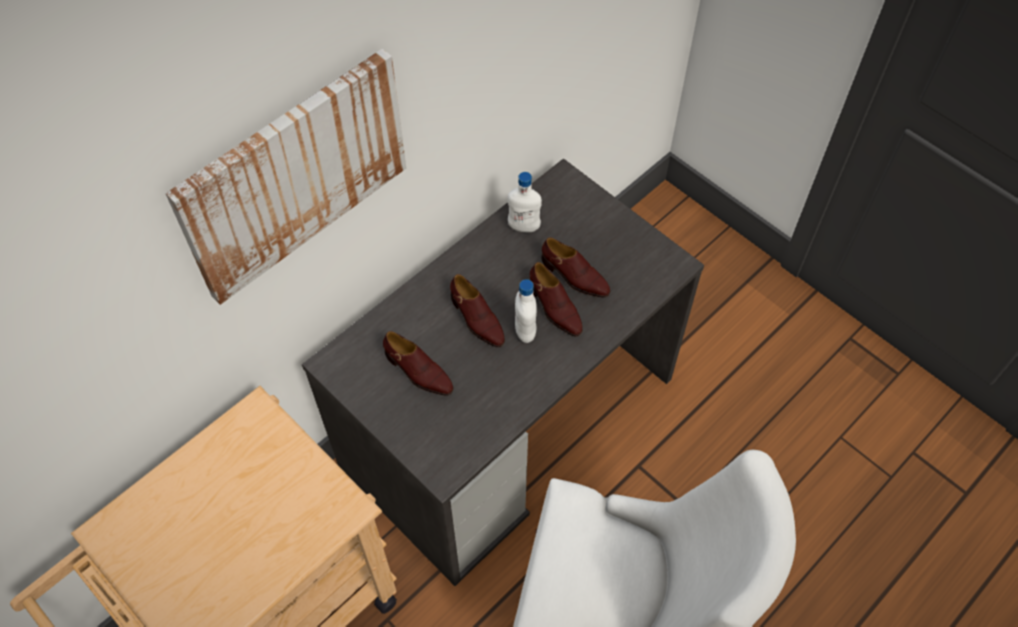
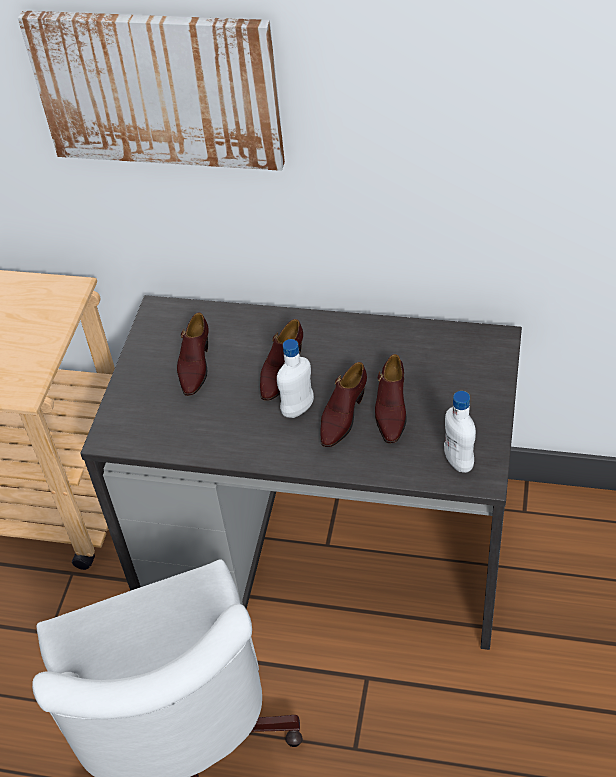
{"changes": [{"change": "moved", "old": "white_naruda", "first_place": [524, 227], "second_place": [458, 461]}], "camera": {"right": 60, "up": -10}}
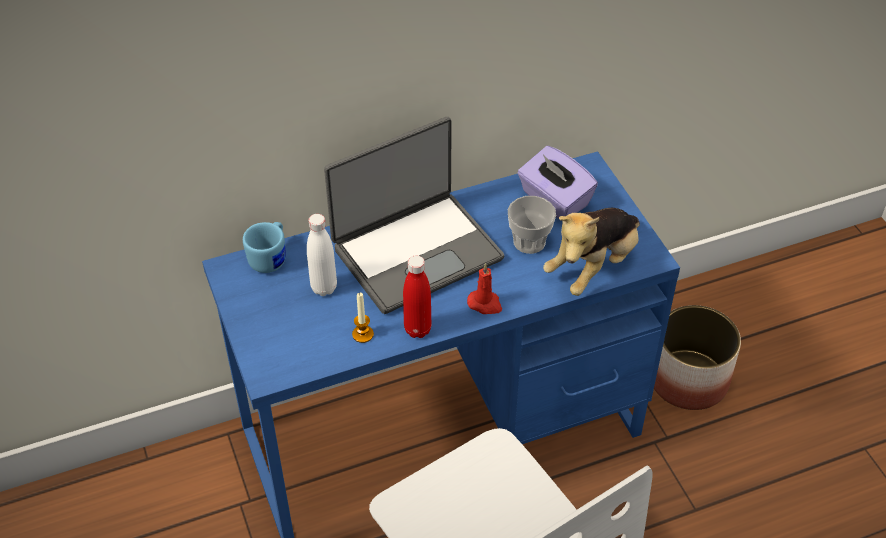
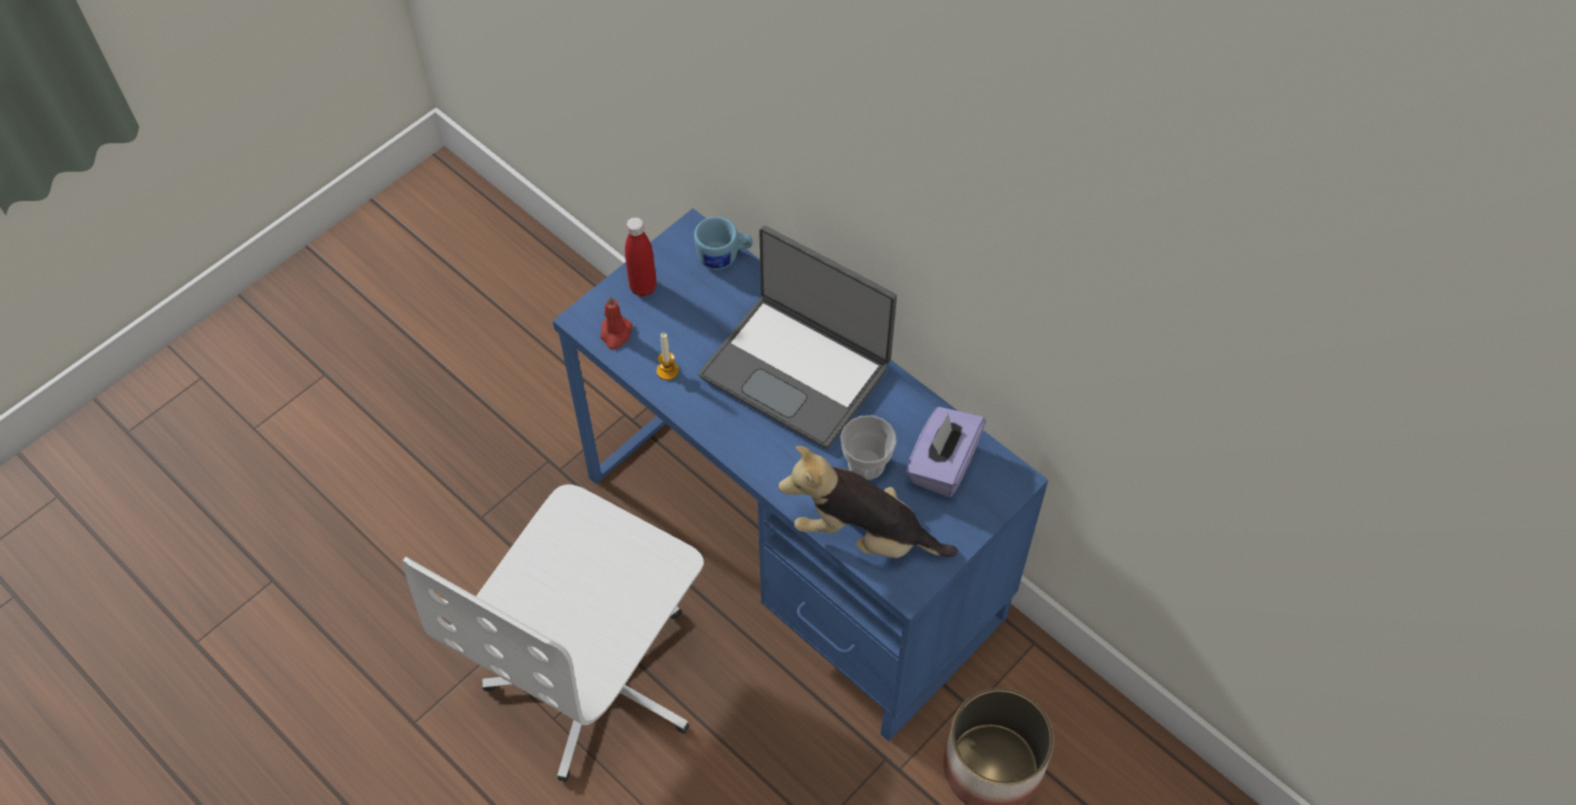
{"changes": [{"change": "removed", "old": "white_naruda", "first_place": [324, 288]}, {"change": "moved", "old": "red_naruda", "first_place": [417, 329], "second_place": [643, 287]}, {"change": "moved", "old": "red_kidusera", "first_place": [485, 304], "second_place": [615, 334]}], "camera": {"right": 65, "up": 10}}
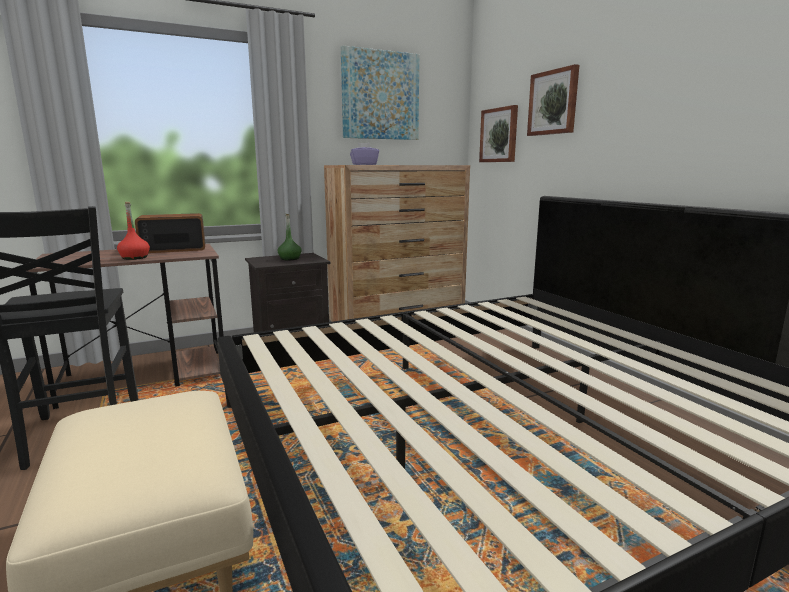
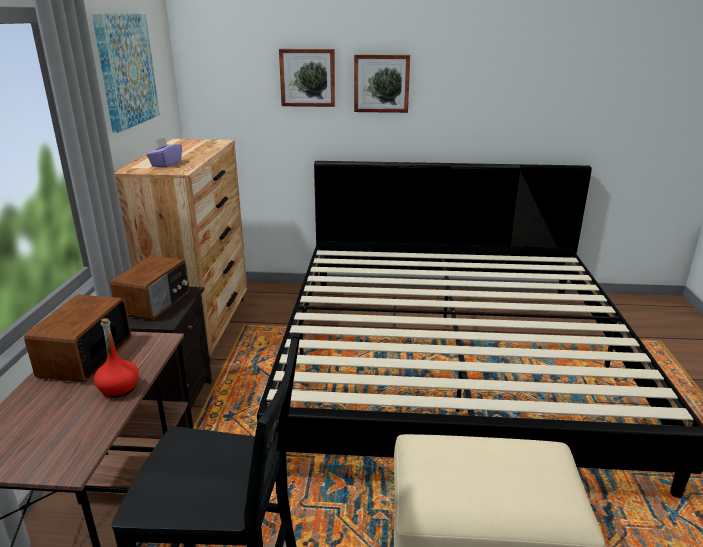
{"changes": [{"change": "moved", "old": "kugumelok", "first_place": [499, 135], "second_place": [381, 83]}, {"change": "replaced", "old": "green_naruda", "new": "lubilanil", "first_place": [290, 259], "second_place": [155, 303]}], "camera": {"right": -60, "up": 10}}
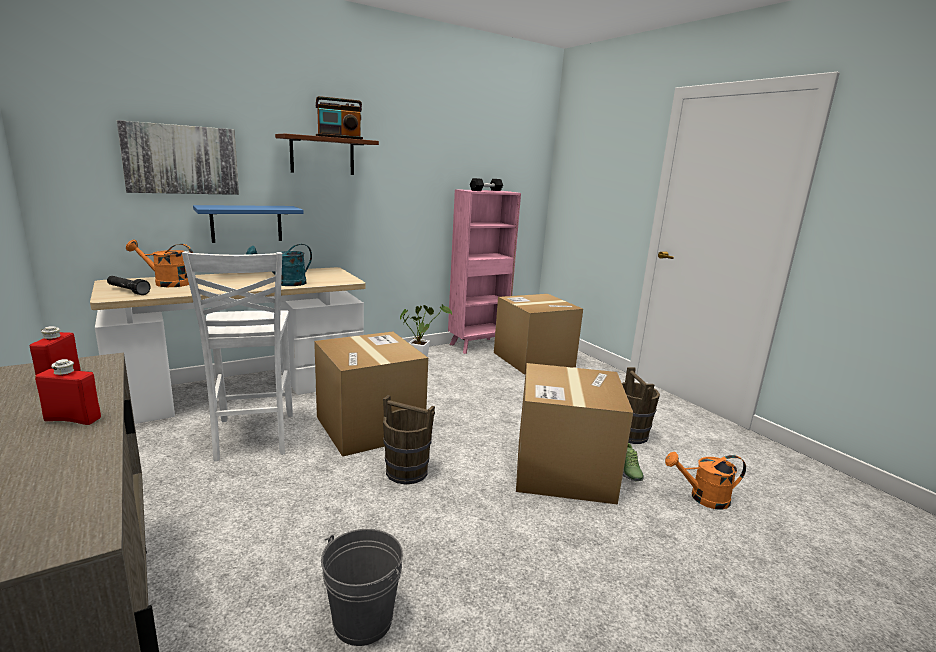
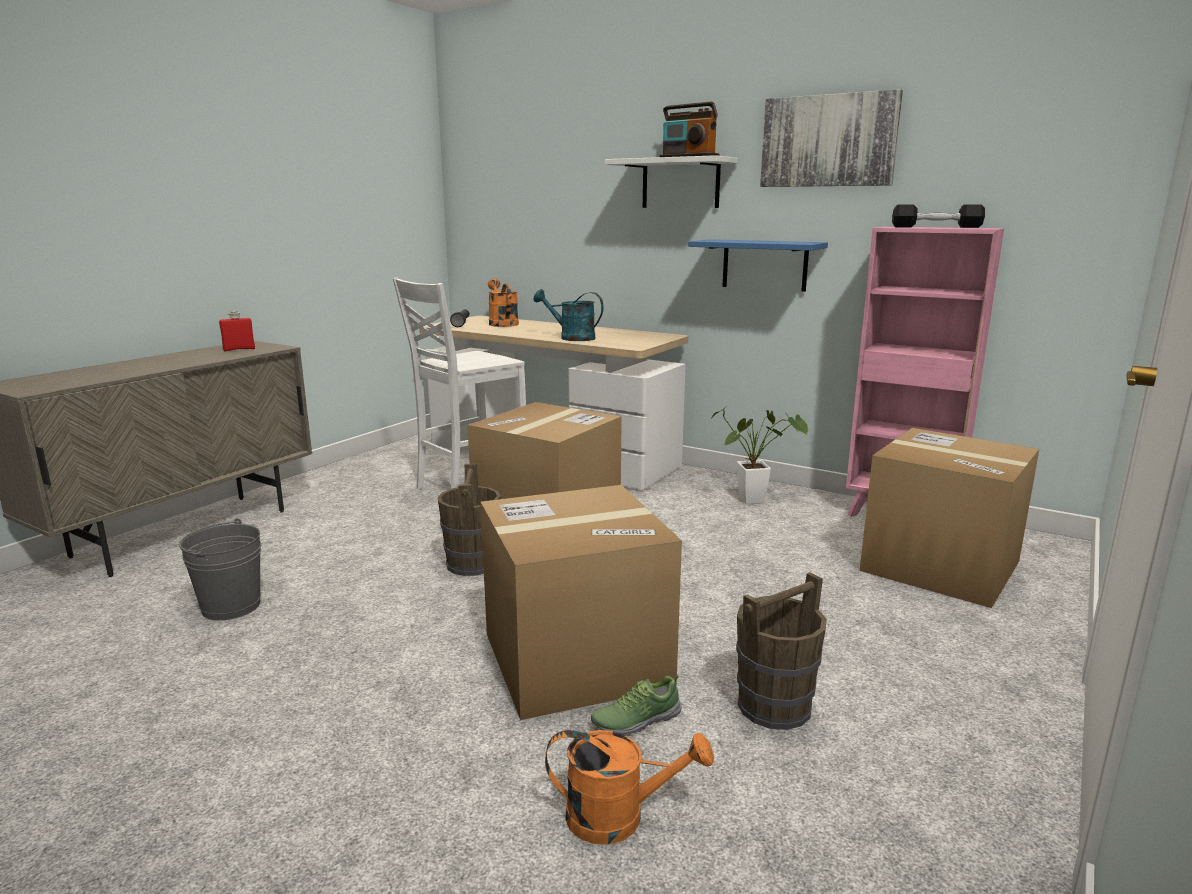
{"changes": [{"change": "removed", "old": "red_naruda", "first_place": [73, 419]}, {"change": "moved", "old": "kugumelok", "first_place": [181, 159], "second_place": [828, 141]}, {"change": "moved", "old": "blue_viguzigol", "first_place": [246, 223], "second_place": [764, 265]}, {"change": "recoloured", "old": "brown_viguzigol", "new": "white_viguzigol", "first_place": [322, 155], "second_place": [680, 184]}, {"change": "turned", "old": "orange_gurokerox", "first_place": [702, 498], "second_place": [619, 817], "degrees": 120}], "camera": {"right": 65, "up": 0}}
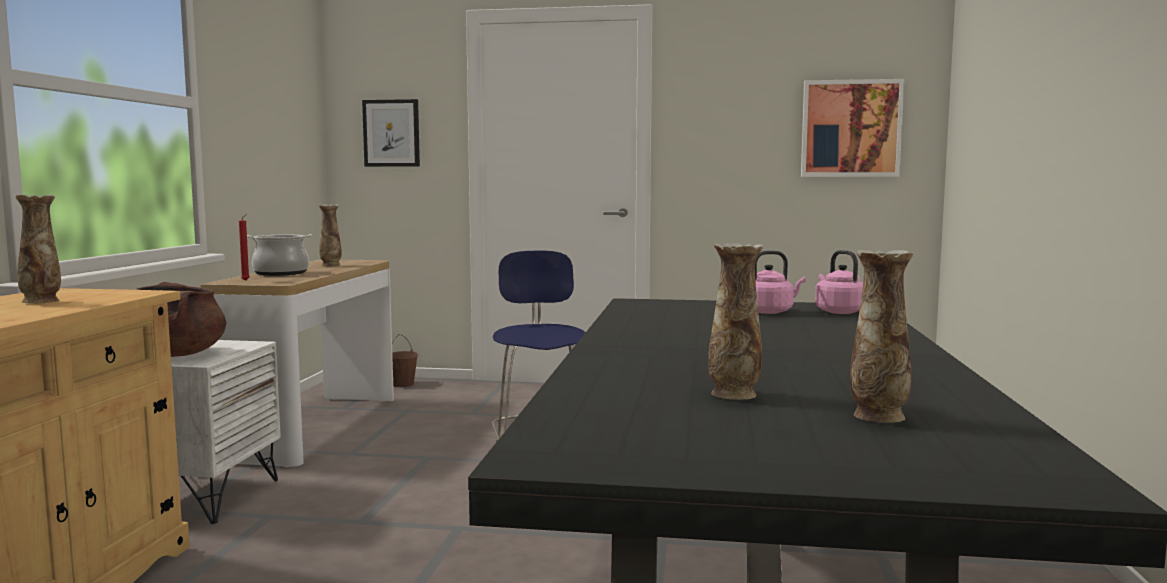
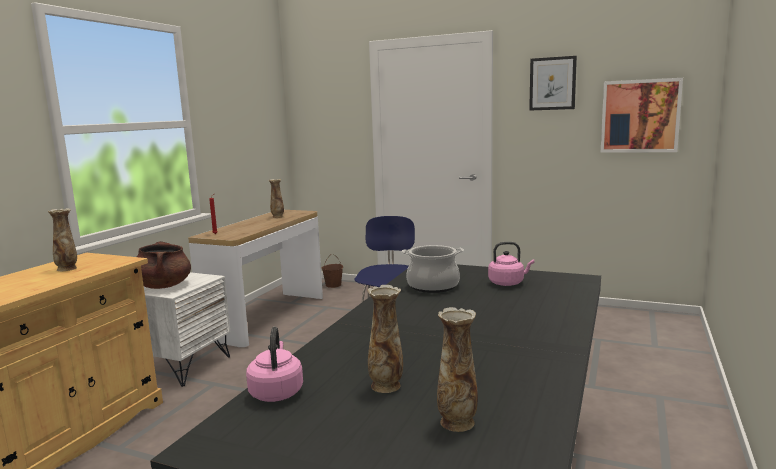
{"changes": [{"change": "moved", "old": "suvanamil", "first_place": [281, 273], "second_place": [433, 286]}, {"change": "moved", "old": "kugumelok", "first_place": [391, 133], "second_place": [552, 83]}, {"change": "moved", "old": "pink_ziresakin", "first_place": [838, 311], "second_place": [276, 392]}], "camera": {"right": 15, "up": 5}}
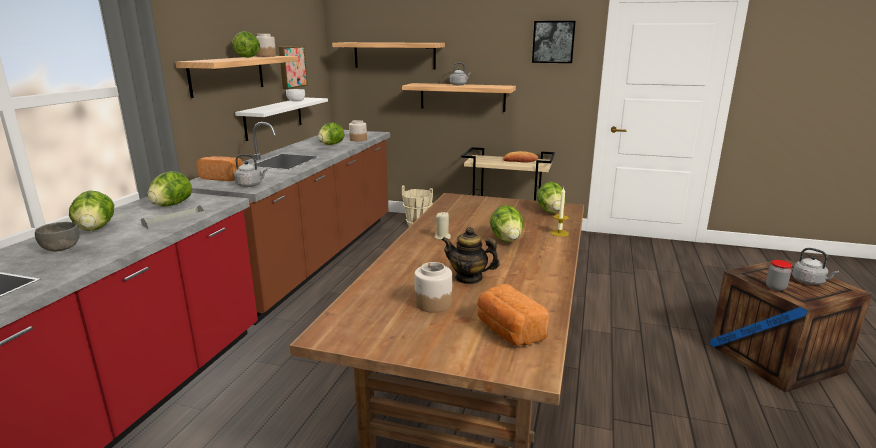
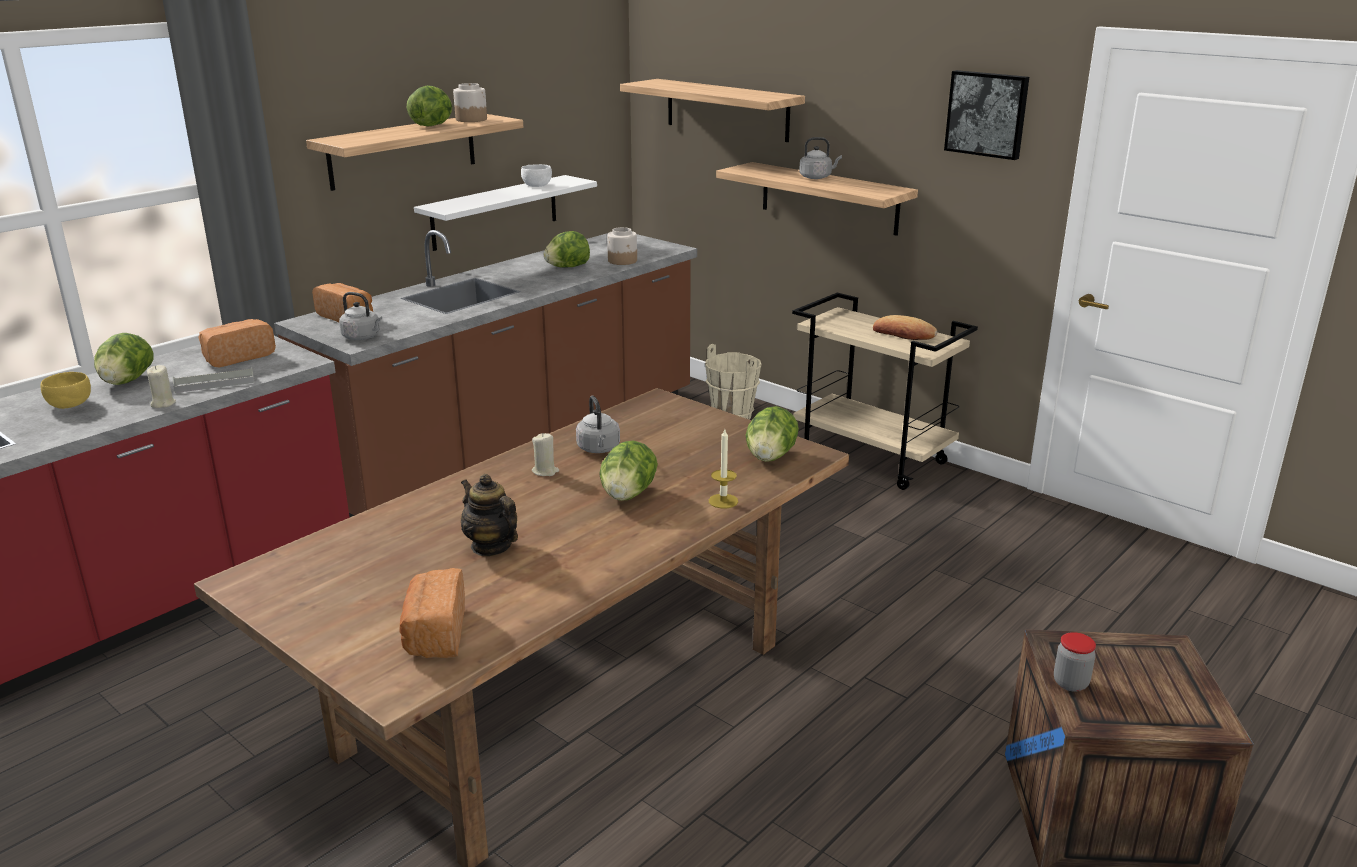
{"changes": [{"change": "removed", "old": "kugumelok", "first_place": [291, 67]}, {"change": "removed", "old": "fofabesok", "first_place": [433, 303]}, {"change": "added", "new": "beige_kidusera", "second_place": [163, 403]}, {"change": "moved", "old": "grey_ziresakin", "first_place": [809, 282], "second_place": [599, 449]}, {"change": "replaced", "old": "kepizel", "new": "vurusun", "first_place": [171, 205], "second_place": [237, 357]}, {"change": "recoloured", "old": "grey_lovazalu", "new": "yellow_lovazalu", "first_place": [61, 248], "second_place": [70, 404]}], "camera": {"right": 25, "up": 5}}
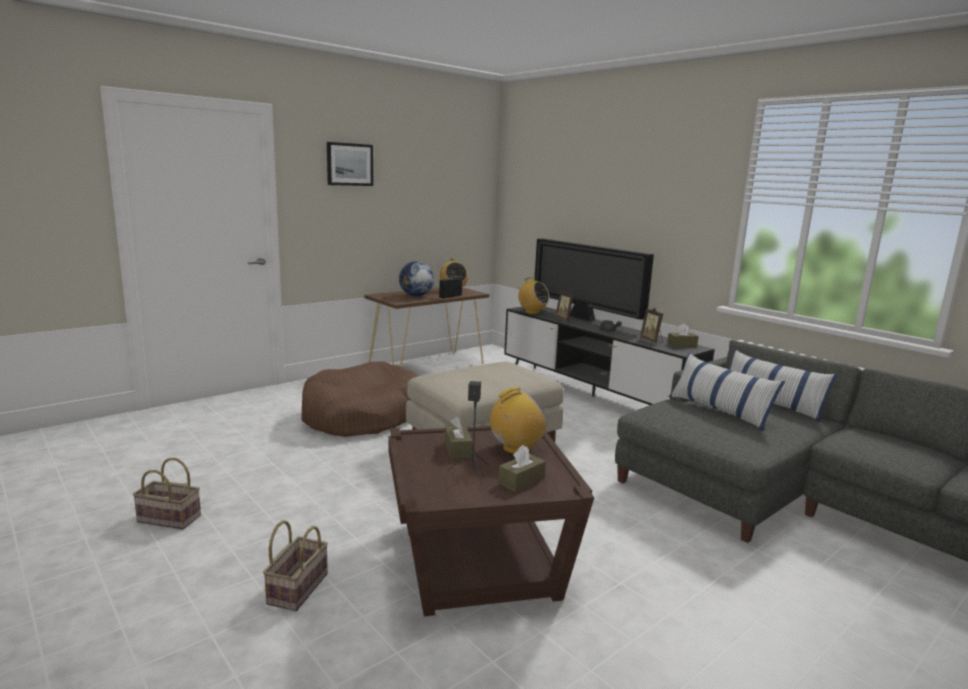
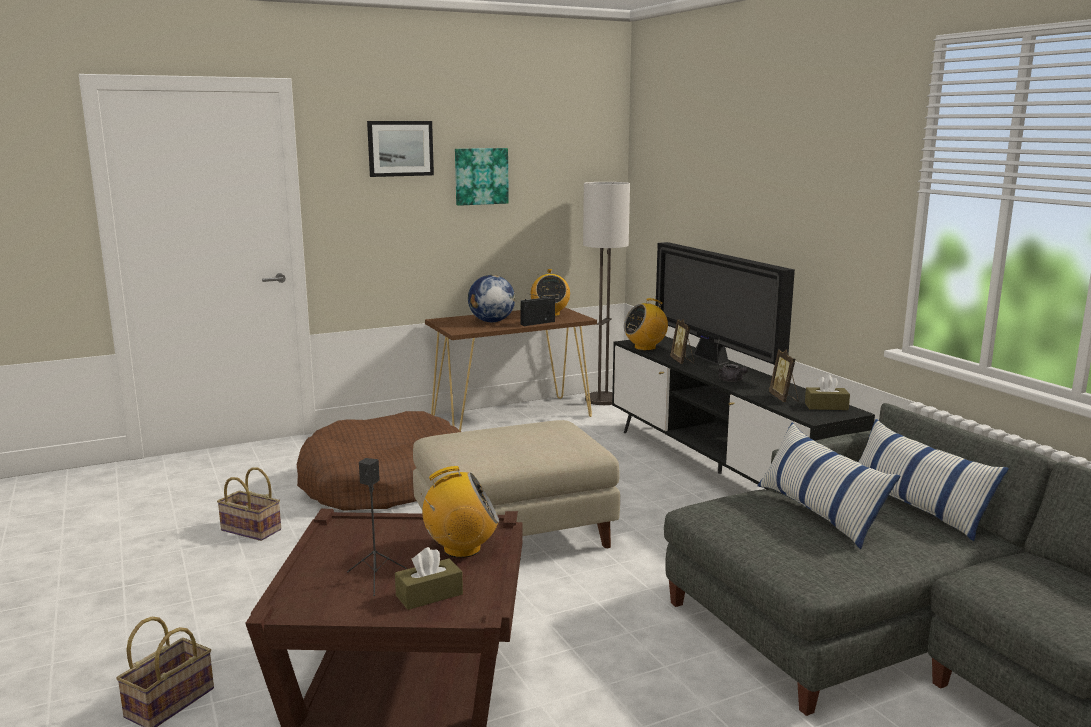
{"changes": [{"change": "removed", "old": "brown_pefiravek", "first_place": [457, 449]}, {"change": "added", "new": "kugumelok", "second_place": [481, 176]}, {"change": "added", "new": "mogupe", "second_place": [602, 399]}, {"change": "moved", "old": "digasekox", "first_place": [167, 519], "second_place": [249, 530]}, {"change": "turned", "old": "lubilanil", "first_place": [532, 312], "second_place": [645, 348], "degrees": 105}], "camera": {"right": 15, "up": 0}}
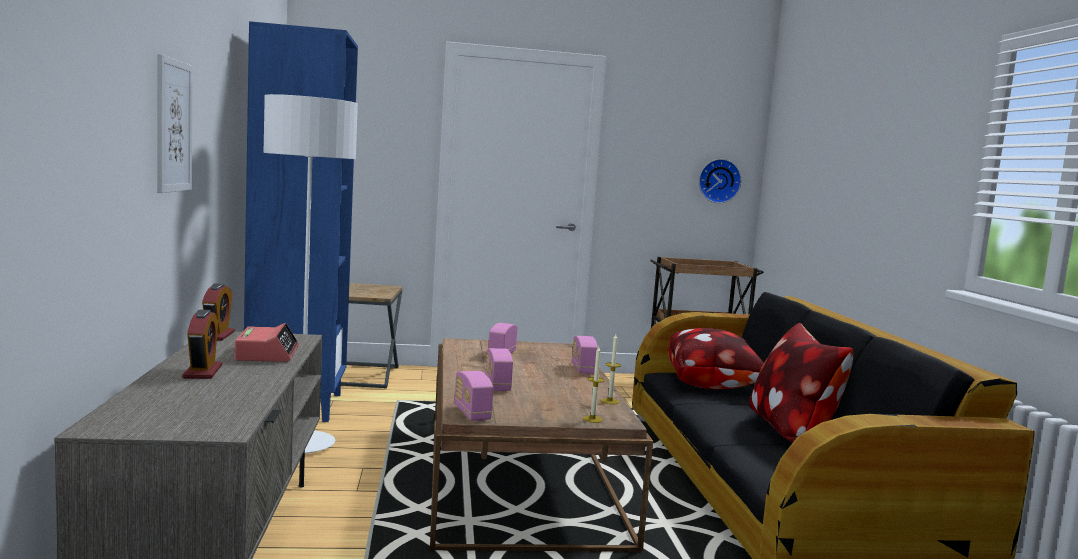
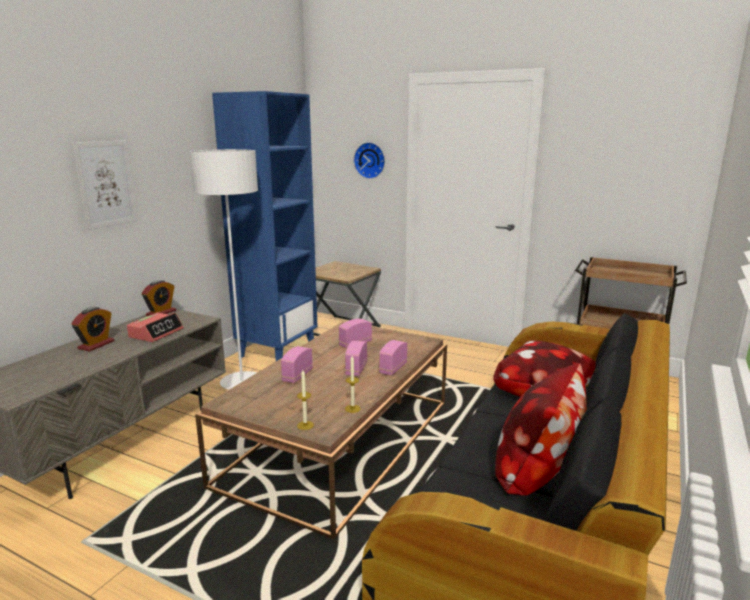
{"changes": [{"change": "moved", "old": "lubilanil", "first_place": [472, 413], "second_place": [356, 369]}, {"change": "moved", "old": "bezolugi", "first_place": [718, 181], "second_place": [370, 160]}], "camera": {"right": 35, "up": 10}}
